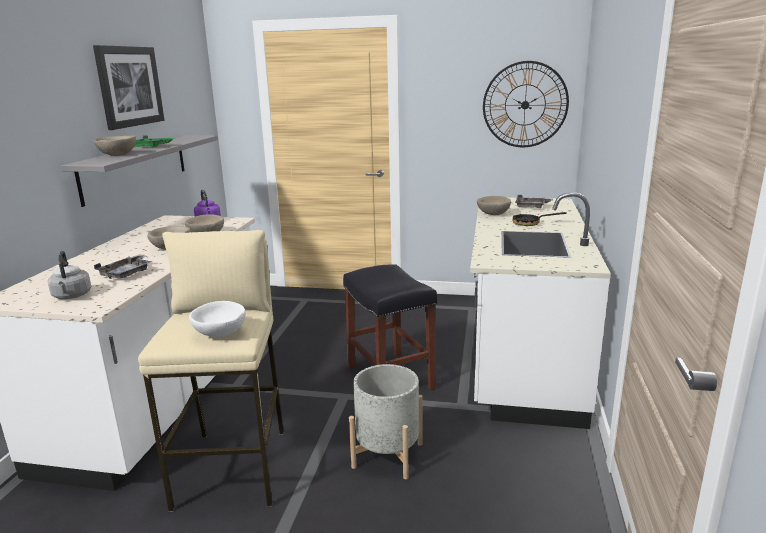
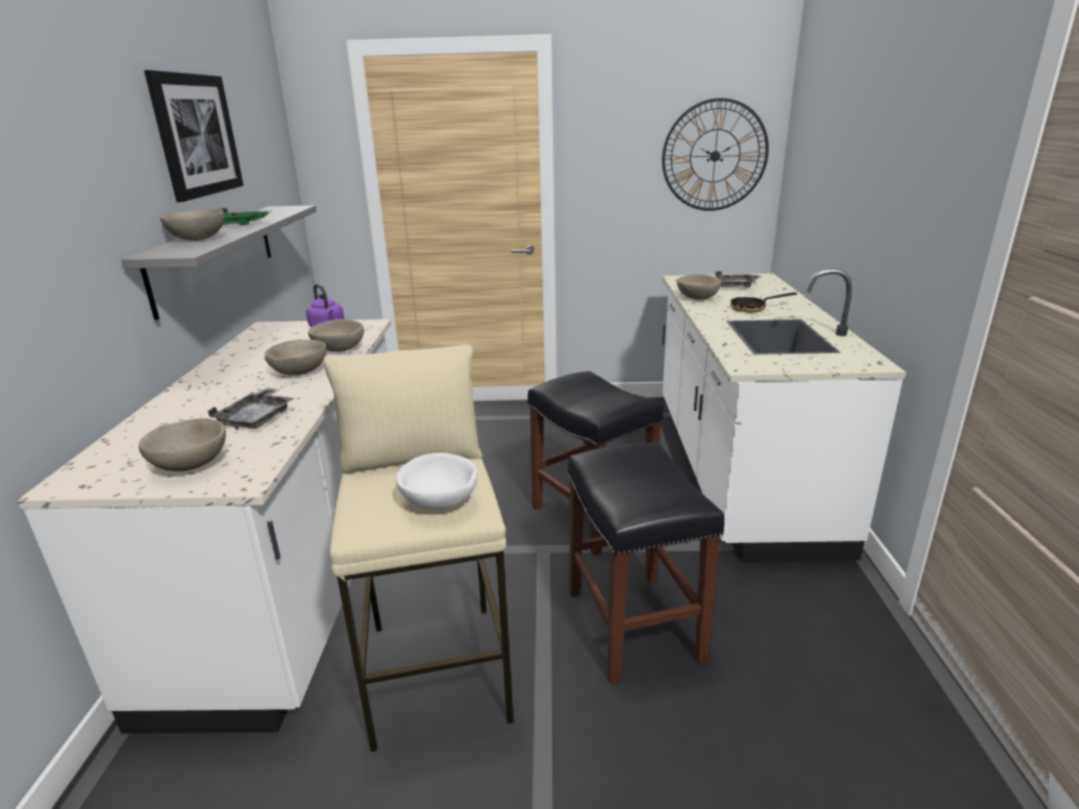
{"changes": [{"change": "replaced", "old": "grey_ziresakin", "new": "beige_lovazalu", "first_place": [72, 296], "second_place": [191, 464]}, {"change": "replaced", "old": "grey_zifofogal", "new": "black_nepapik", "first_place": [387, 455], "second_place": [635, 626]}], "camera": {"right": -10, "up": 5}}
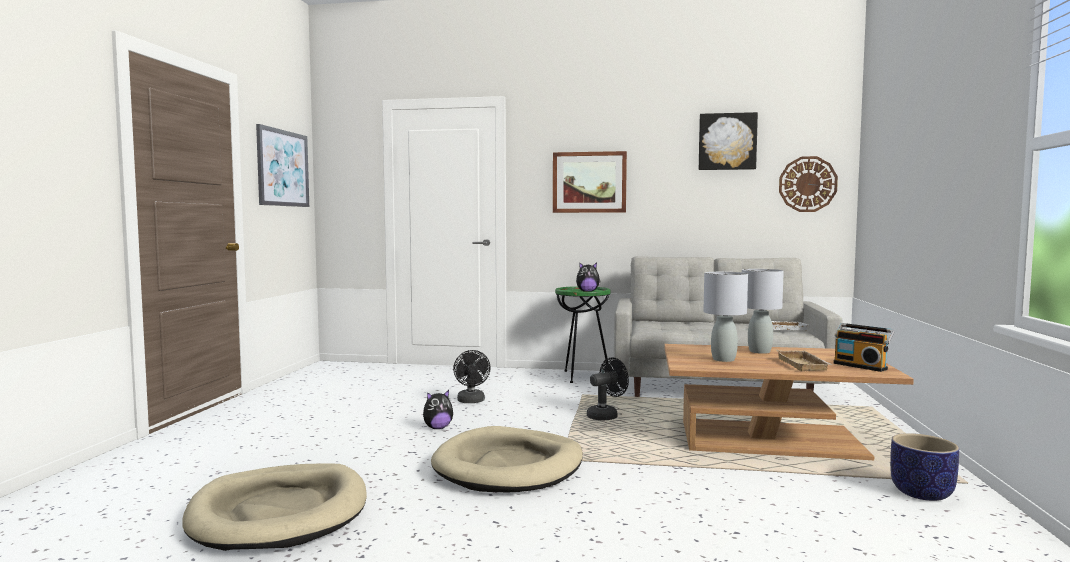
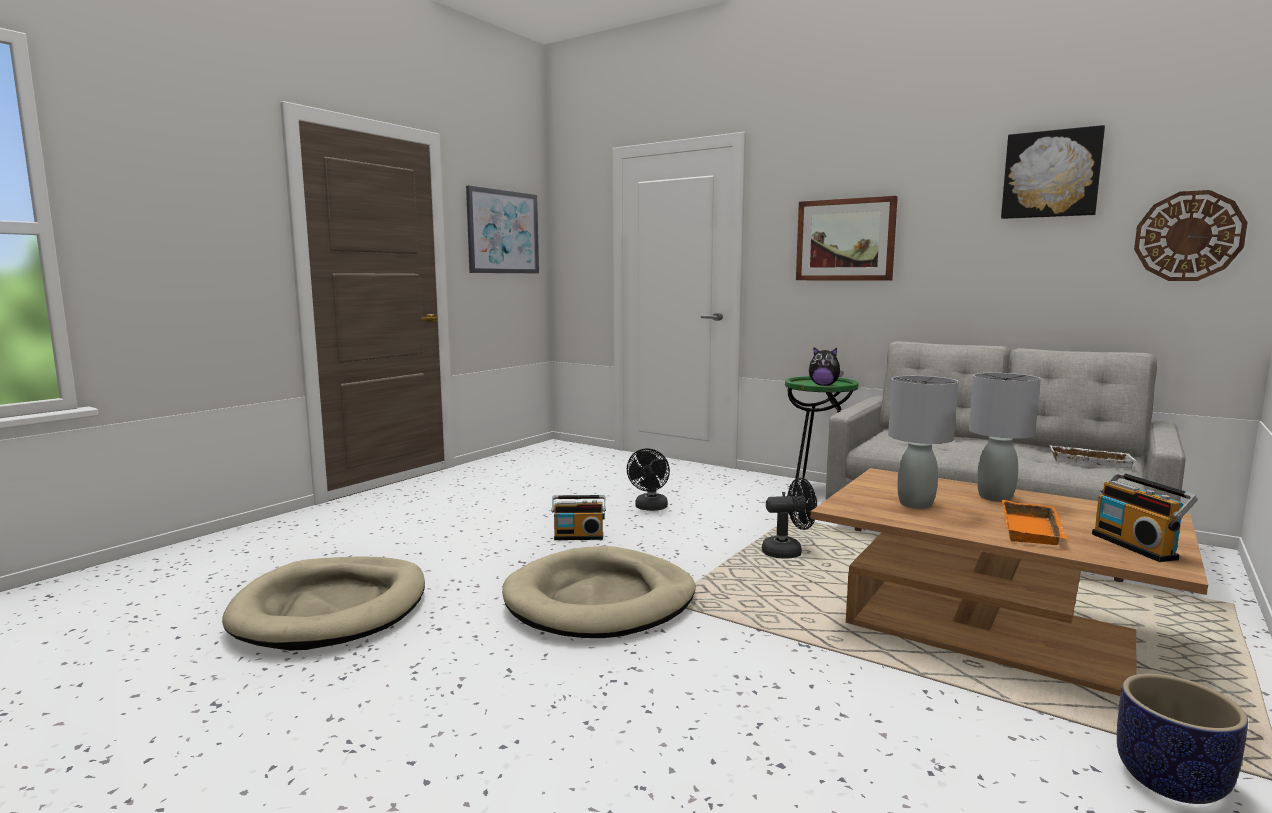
{"changes": [{"change": "replaced", "old": "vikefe", "new": "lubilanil", "first_place": [437, 428], "second_place": [579, 536]}, {"change": "recoloured", "old": "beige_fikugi", "new": "orange_fikugi", "first_place": [804, 365], "second_place": [1034, 531]}], "camera": {"right": 25, "up": 5}}
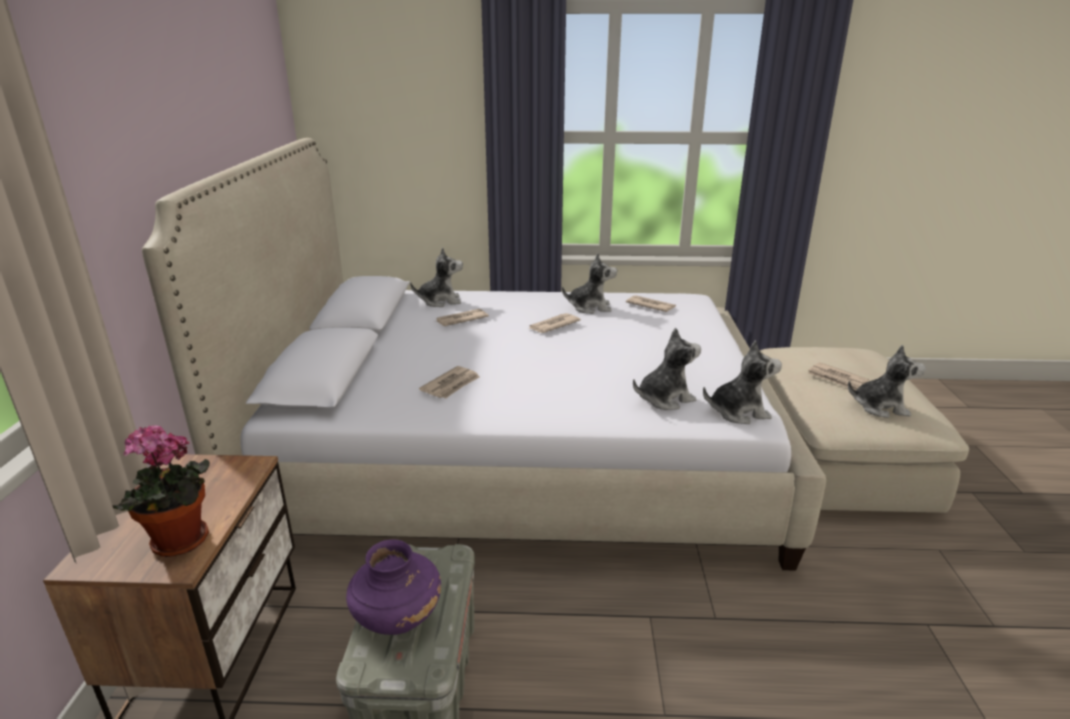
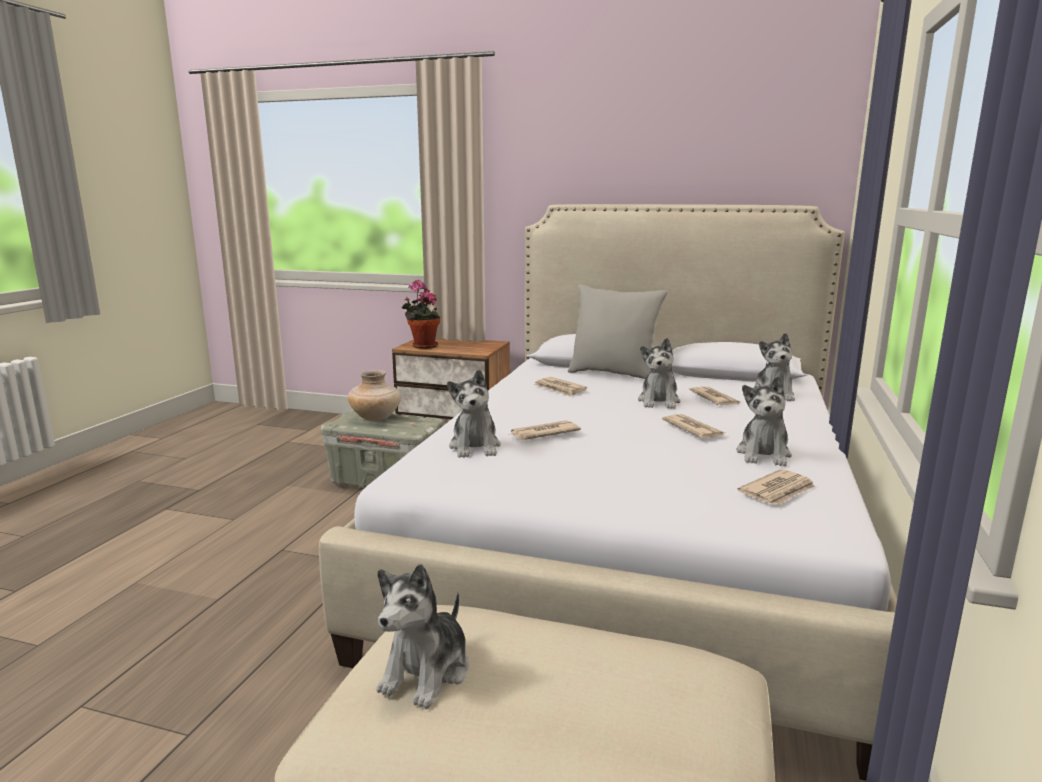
{"changes": [{"change": "added", "new": "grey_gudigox", "second_place": [614, 374]}, {"change": "moved", "old": "vikefe", "first_place": [738, 412], "second_place": [659, 401]}, {"change": "moved", "old": "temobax", "first_place": [837, 379], "second_place": [543, 433]}, {"change": "recoloured", "old": "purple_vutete", "new": "beige_vutete", "first_place": [397, 618], "second_place": [376, 418]}], "camera": {"right": 105, "up": -10}}
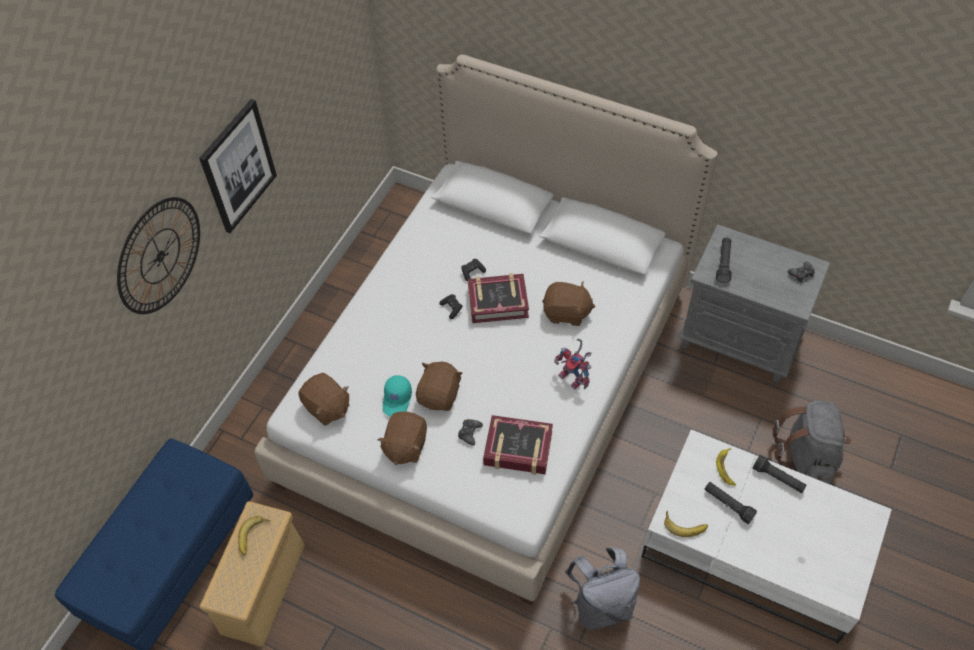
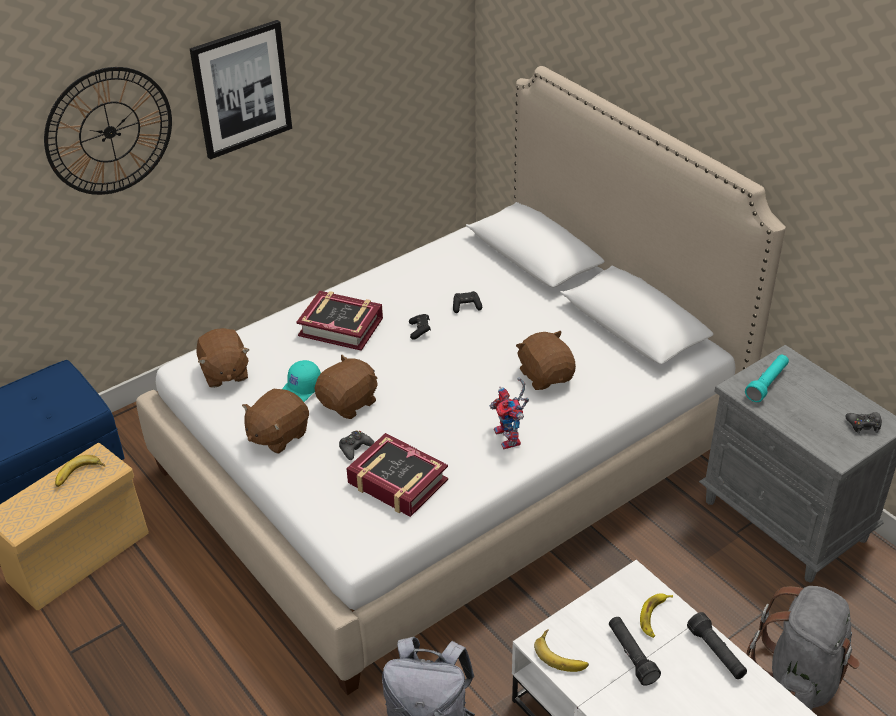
{"changes": [{"change": "moved", "old": "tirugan", "first_place": [498, 302], "second_place": [341, 326]}, {"change": "recoloured", "old": "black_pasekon", "new": "turquoise_pasekon", "first_place": [723, 263], "second_place": [767, 383]}, {"change": "turned", "old": "brown_vikefe", "first_place": [566, 313], "second_place": [546, 376], "degrees": -150}], "camera": {"right": 25, "up": -15}}
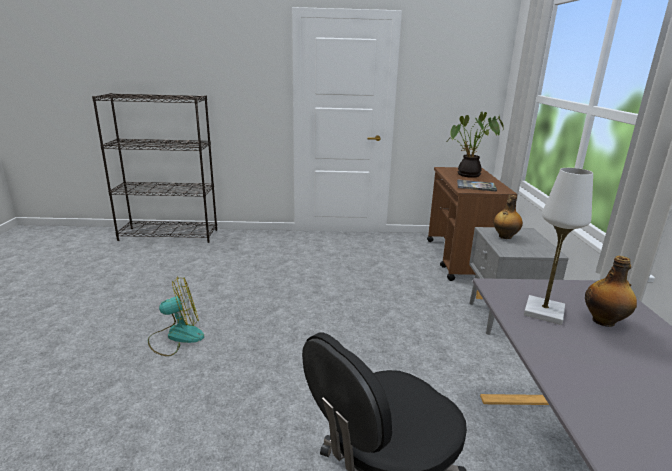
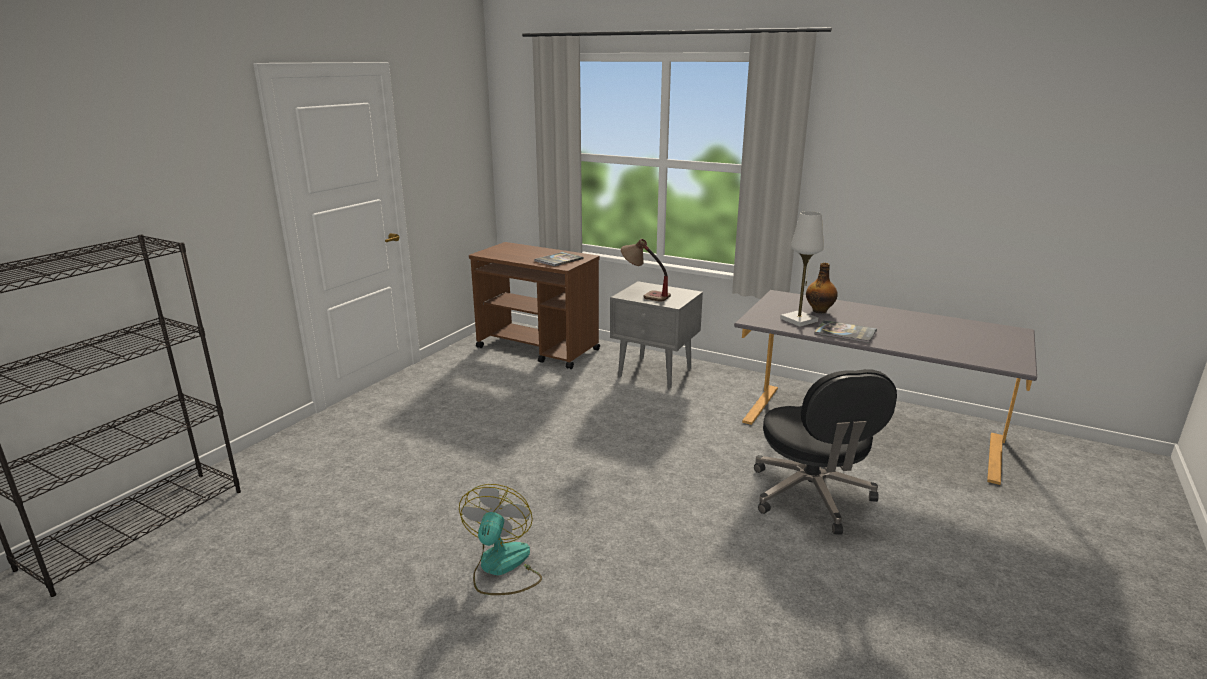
{"changes": [{"change": "removed", "old": "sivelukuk", "first_place": [468, 175]}, {"change": "added", "new": "tirugan", "second_place": [845, 332]}, {"change": "replaced", "old": "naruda", "new": "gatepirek", "first_place": [504, 237], "second_place": [644, 295]}], "camera": {"right": -60, "up": 0}}
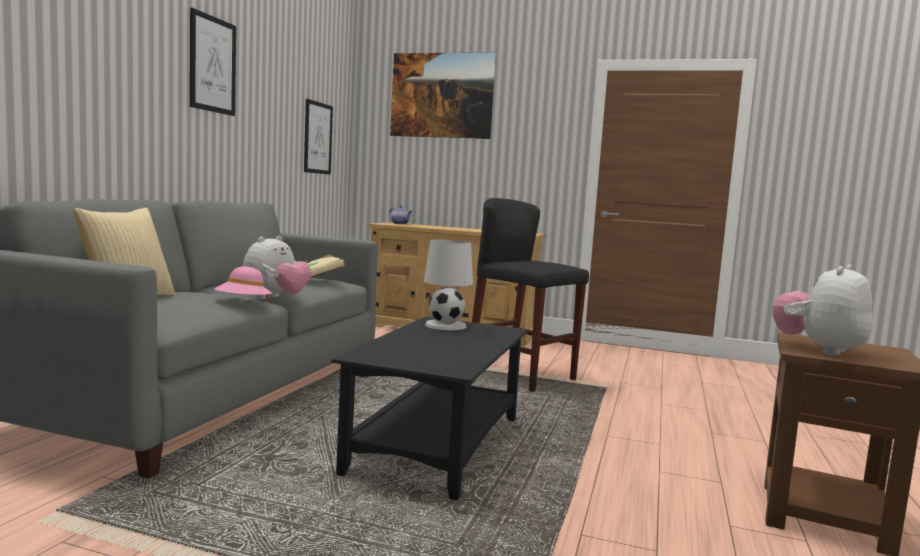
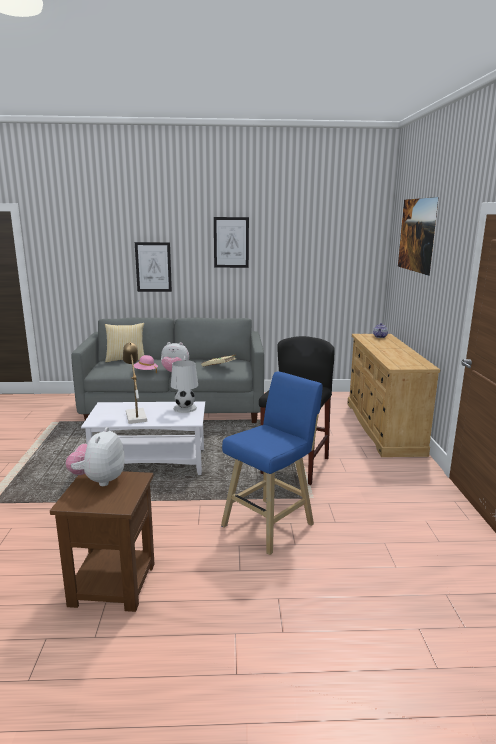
{"changes": [{"change": "added", "new": "gatepirek", "second_place": [135, 415]}, {"change": "added", "new": "blue_nepapik", "second_place": [270, 524]}, {"change": "moved", "old": "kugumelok", "first_place": [318, 138], "second_place": [153, 267]}, {"change": "recoloured", "old": "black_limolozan", "new": "white_limolozan", "first_place": [437, 444], "second_place": [151, 462]}, {"change": "turned", "old": "vikefe", "first_place": [819, 349], "second_place": [99, 480], "degrees": -105}], "camera": {"right": 70, "up": 10}}
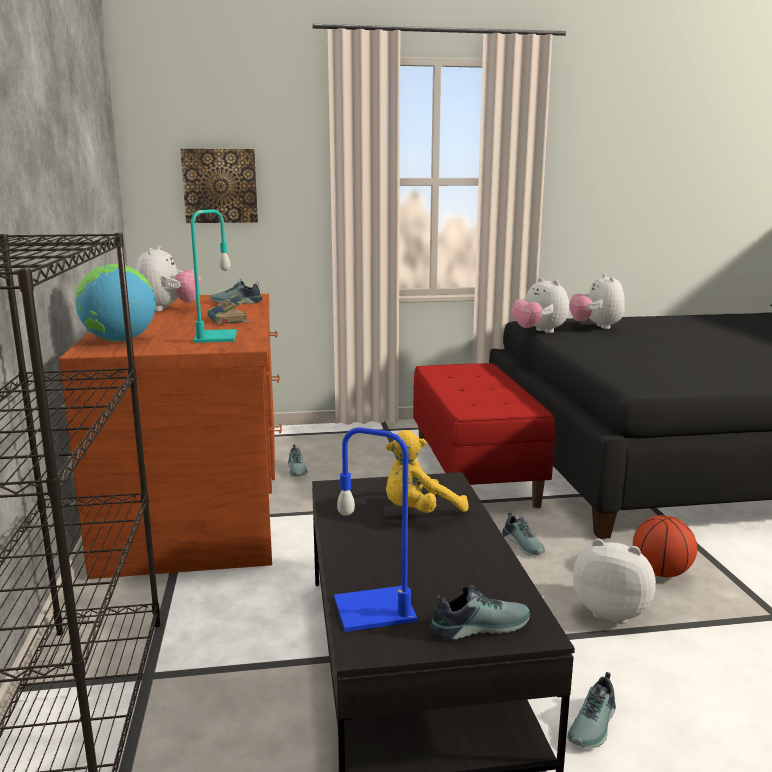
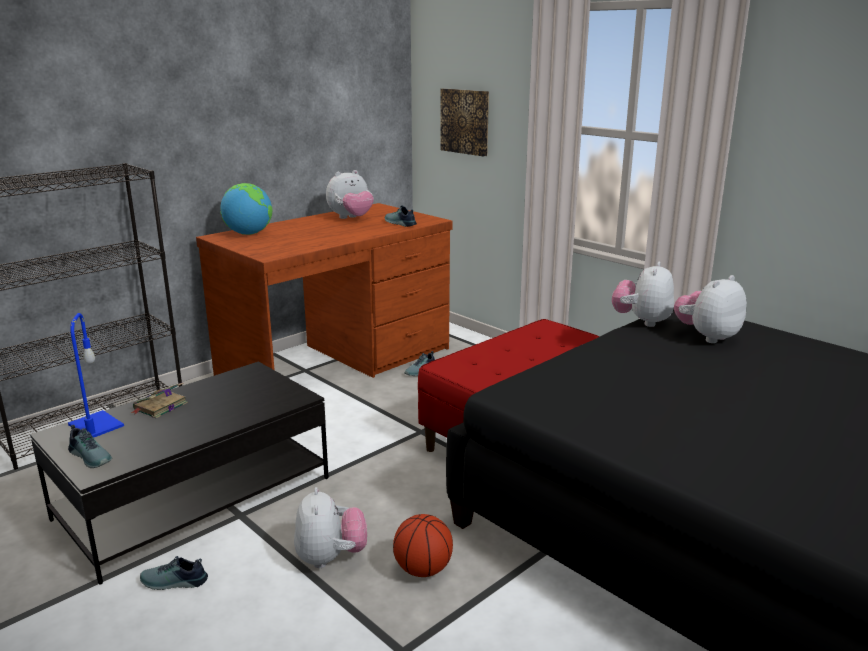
{"changes": [{"change": "removed", "old": "turquoise_gatepirek", "first_place": [216, 337]}, {"change": "removed", "old": "yellow_vikefe", "first_place": [419, 512]}, {"change": "removed", "old": "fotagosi", "first_place": [524, 544]}, {"change": "moved", "old": "tirugan", "first_place": [228, 320], "second_place": [159, 407]}], "camera": {"right": 55, "up": 5}}
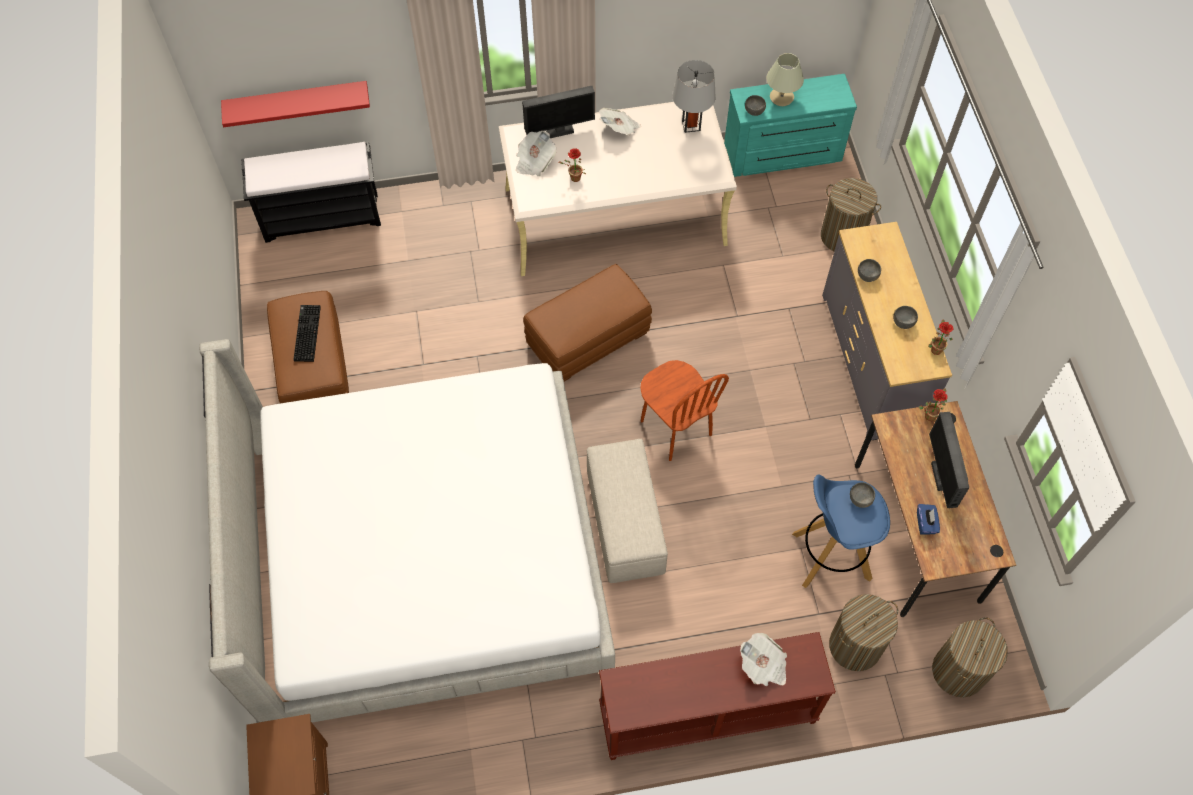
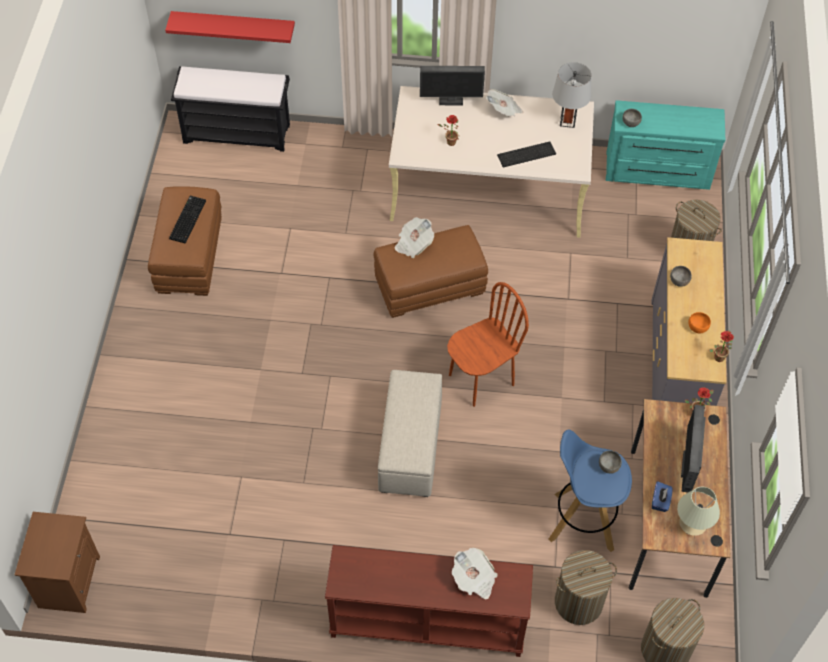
{"changes": [{"change": "removed", "old": "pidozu", "first_place": [426, 556]}, {"change": "added", "new": "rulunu", "second_place": [526, 153]}, {"change": "moved", "old": "temobax", "first_place": [534, 161], "second_place": [413, 244]}, {"change": "moved", "old": "beige_gatepirek", "first_place": [781, 97], "second_place": [693, 523]}, {"change": "recoloured", "old": "grey_lovazalu", "new": "orange_lovazalu", "first_place": [903, 322], "second_place": [697, 327]}, {"change": "turned", "old": "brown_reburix", "first_place": [675, 428], "second_place": [481, 379], "degrees": -105}], "camera": {"right": 15, "up": -5}}
